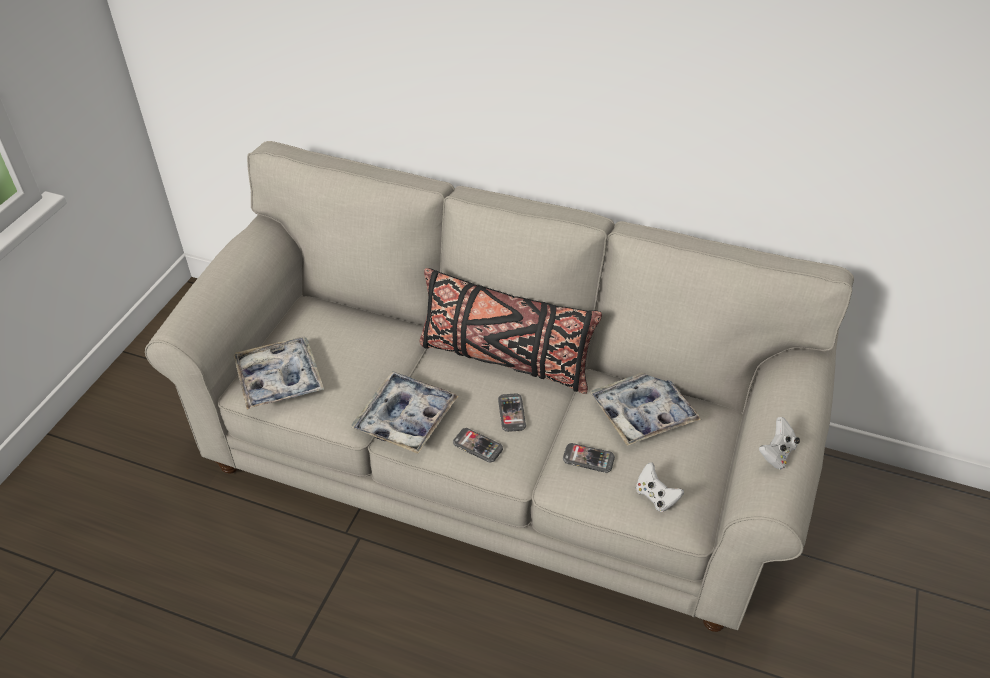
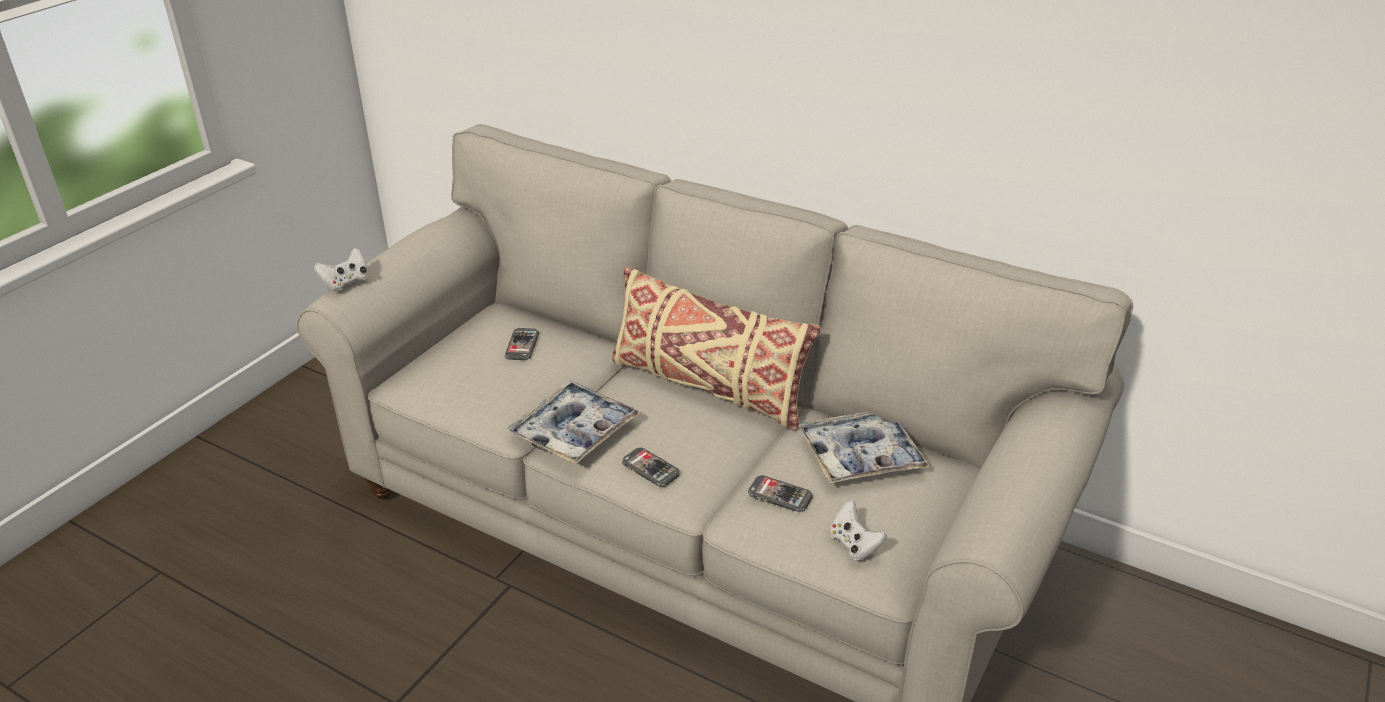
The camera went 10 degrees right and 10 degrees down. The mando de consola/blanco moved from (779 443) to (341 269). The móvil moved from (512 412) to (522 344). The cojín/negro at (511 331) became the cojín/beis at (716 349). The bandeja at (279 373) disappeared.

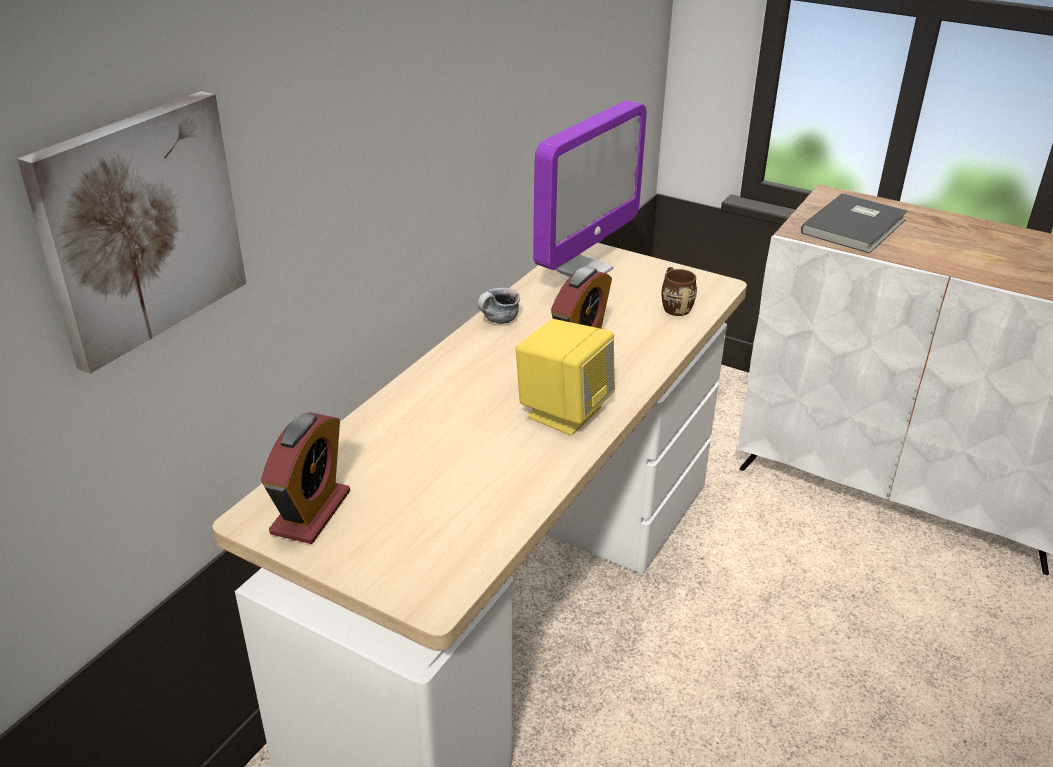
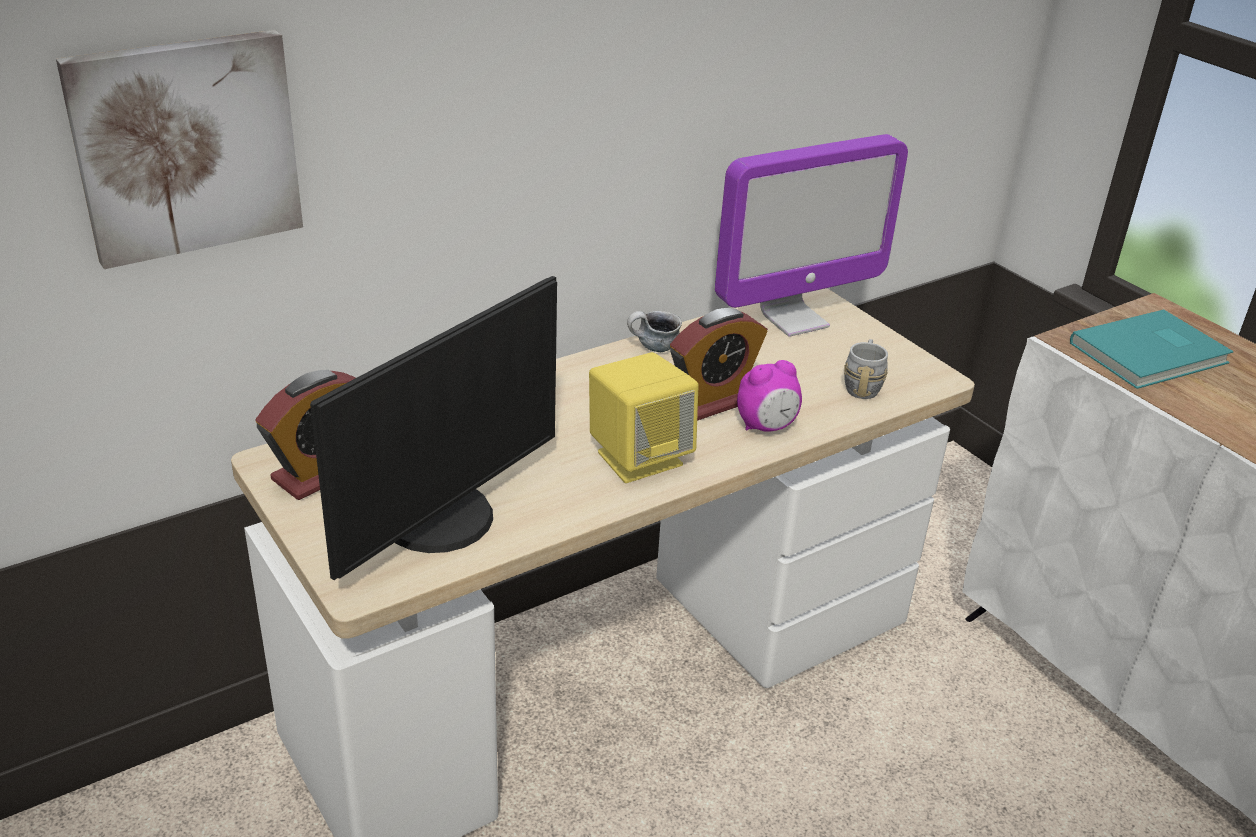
The camera went 25 degrees right and 0 degrees up. The monitor at (433 428) appeared. The despertador at (769 396) appeared. The taza grande/marrón at (679 291) became the taza grande/gris at (866 369). The libro/gris at (854 223) became the libro/turquesa at (1152 349).

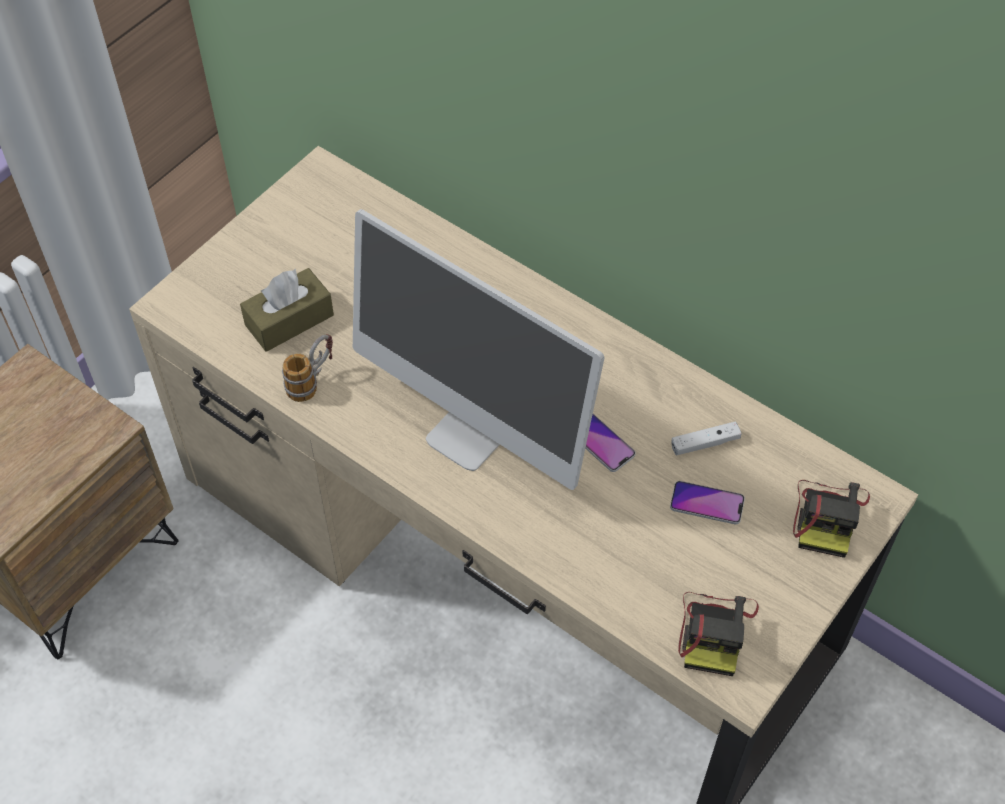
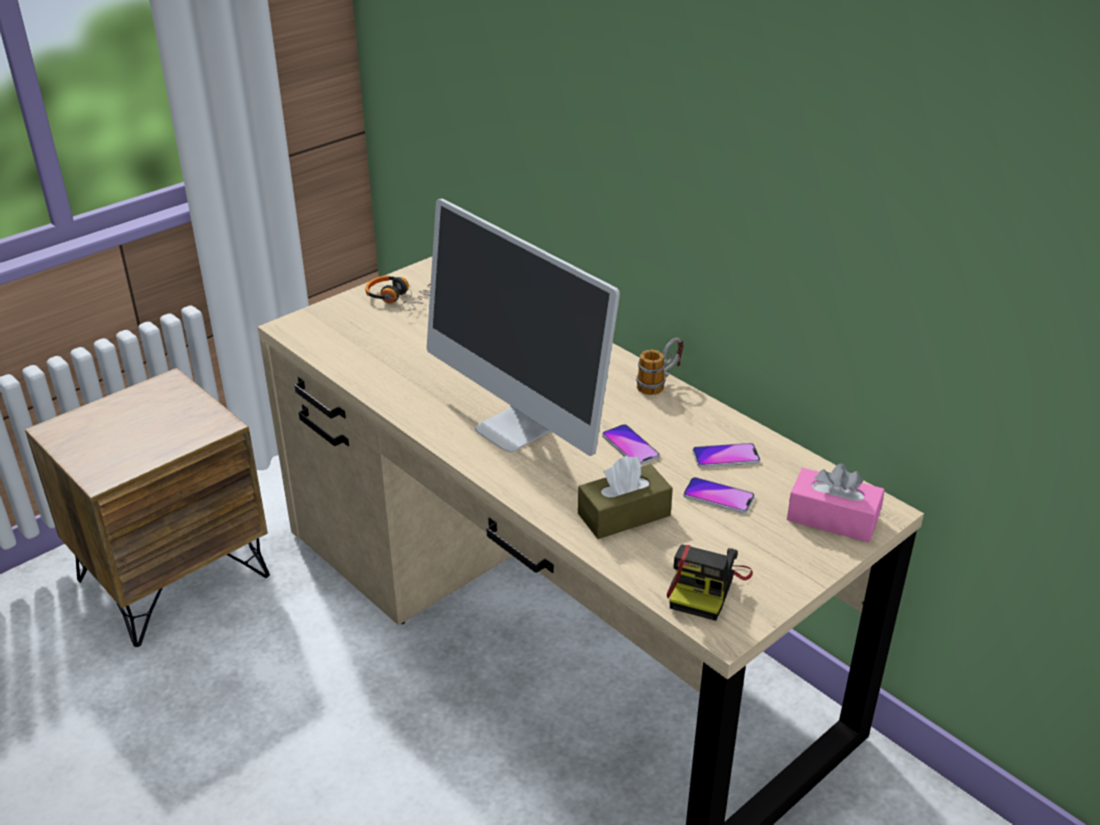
The camera went 10 degrees right and 20 degrees down. The auriculares at (398 293) appeared. The caja de pañuelos/marrón moved from (287 310) to (625 497). The taza grande moved from (307 368) to (660 366). The mando de consola/blanco at (706 438) was replaced by the móvil at (726 455). The cámara at (831 519) was replaced by the caja de pañuelos/rosa at (836 503).

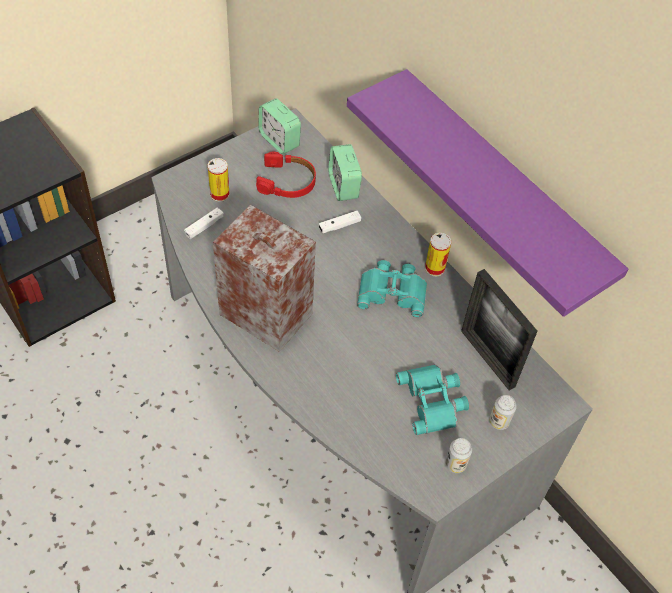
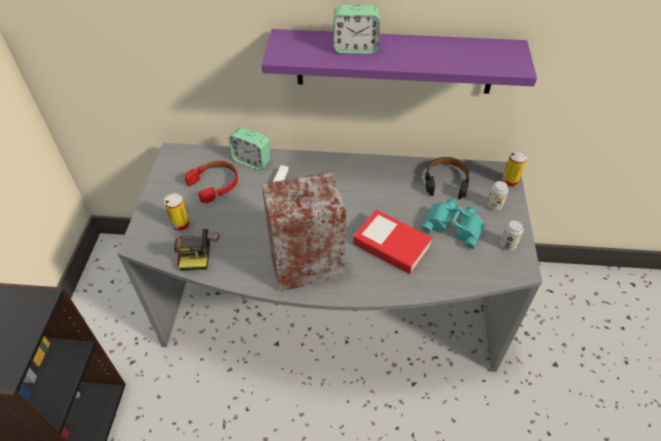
The camera went 45 degrees left and 5 degrees down. The mando de consola/blanco at (204 223) was replaced by the cámara at (197 250). The despertador moved from (280 126) to (356 29). The libro at (392 242) appeared. The portarretratos at (499 329) was replaced by the auriculares/negro at (447 178). The lata moved from (438 254) to (514 169). The prismáticos/turquesa at (392 288) disappeared.

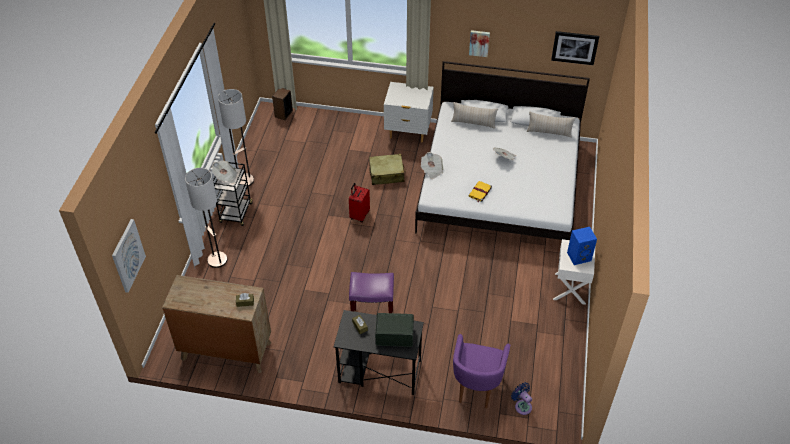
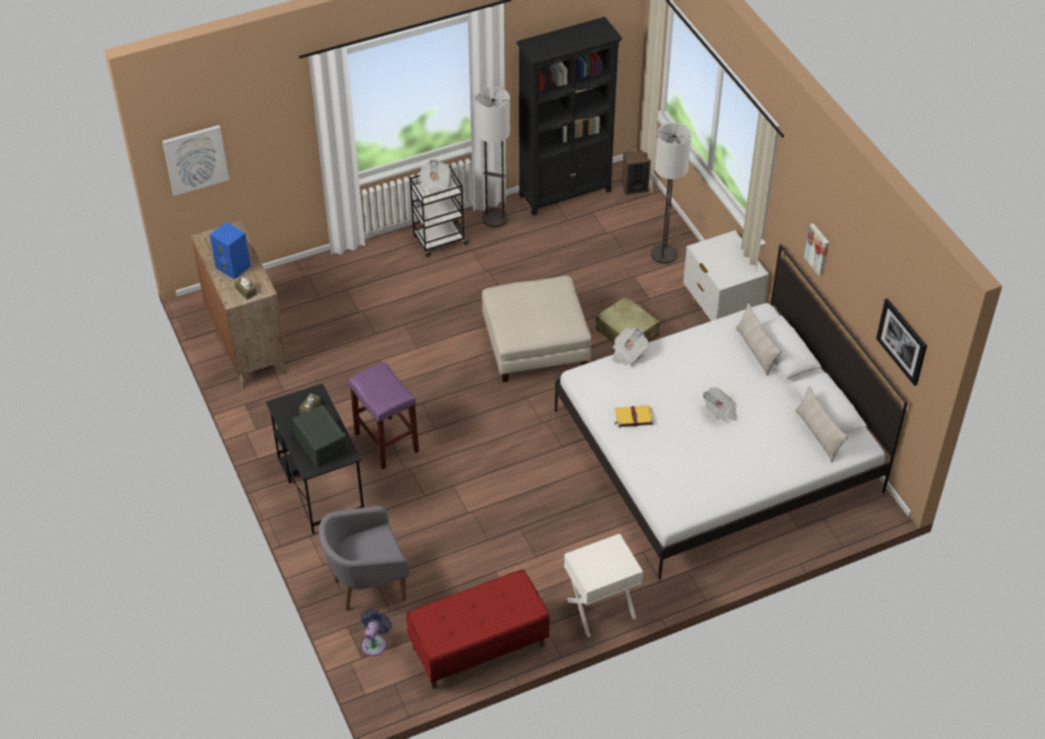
The camera went 55 degrees right and 0 degrees up. The altavoz/azul moved from (582 246) to (230 250). The sillón/morado at (481 371) became the sillón/gris at (364 558). The banco/rojo at (478 629) appeared. The maleta/rojo at (359 202) was replaced by the puf/beis at (536 329). The estantería/negro at (569 116) appeared. The lámpara de pie moved from (206 218) to (671 193).

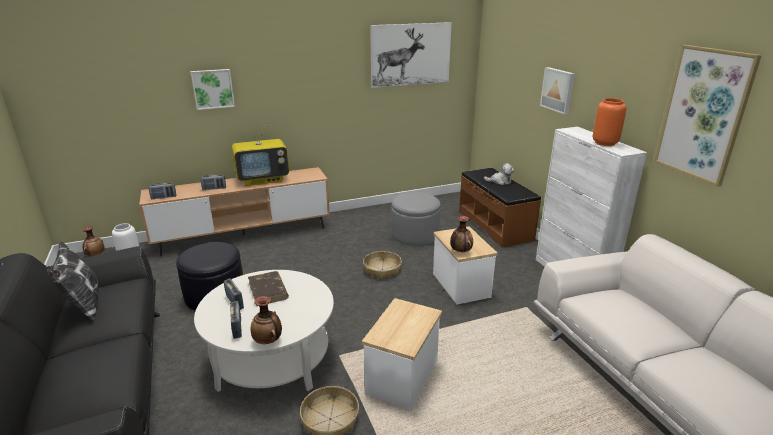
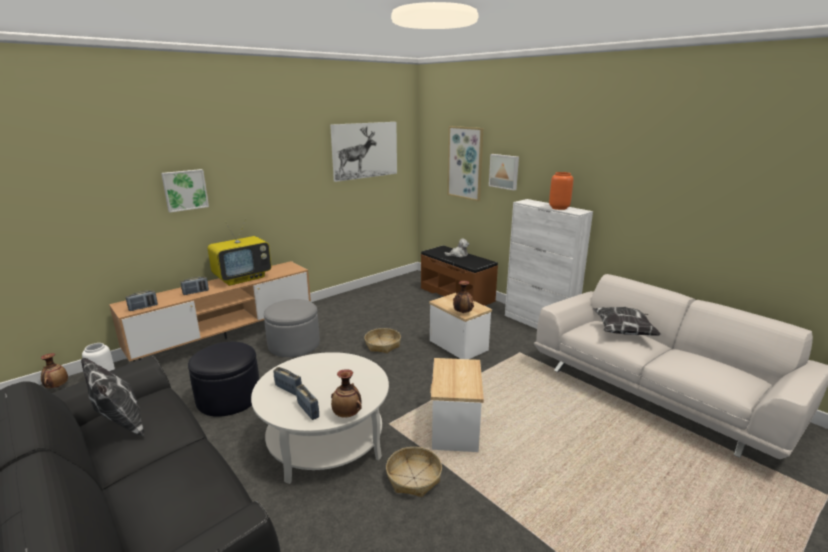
The camera went 20 degrees left and 5 degrees down. The puf/gris moved from (415 219) to (292 328). The cuadro moved from (708 116) to (465 163). The cojín at (627 321) appeared. The libro/marrón at (268 288) disappeared.

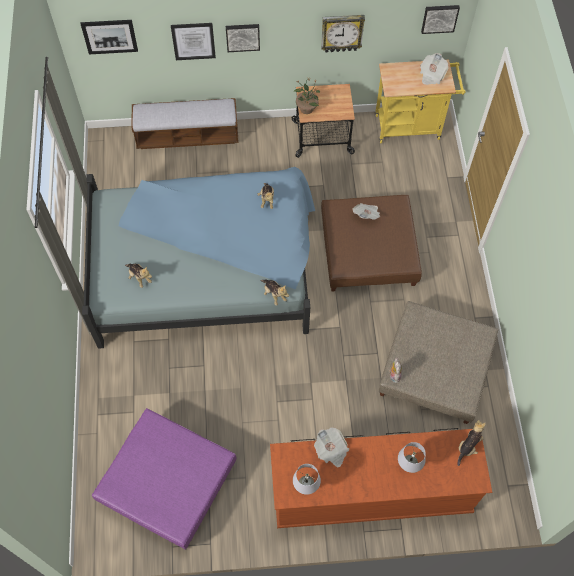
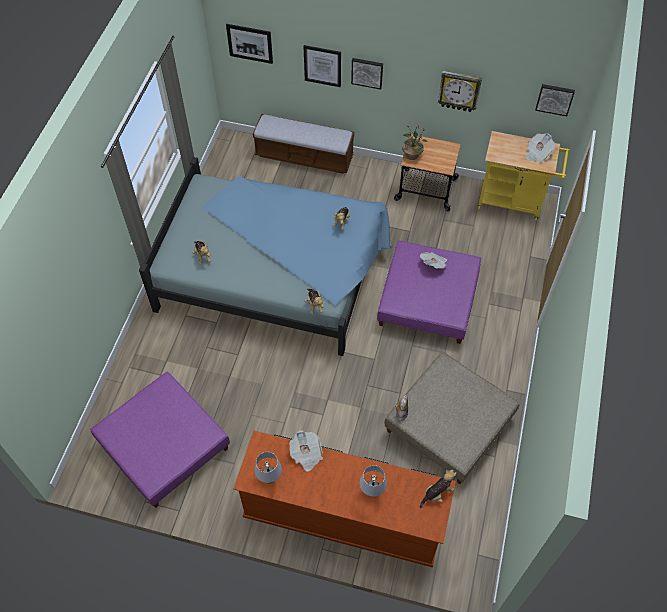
The camera went 20 degrees right and 5 degrees down. The puf/marrón at (371 243) became the puf/morado at (429 292).

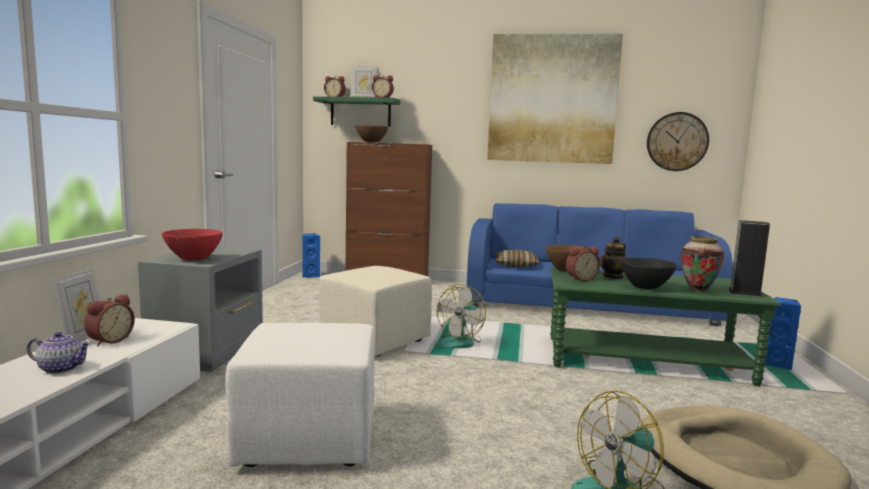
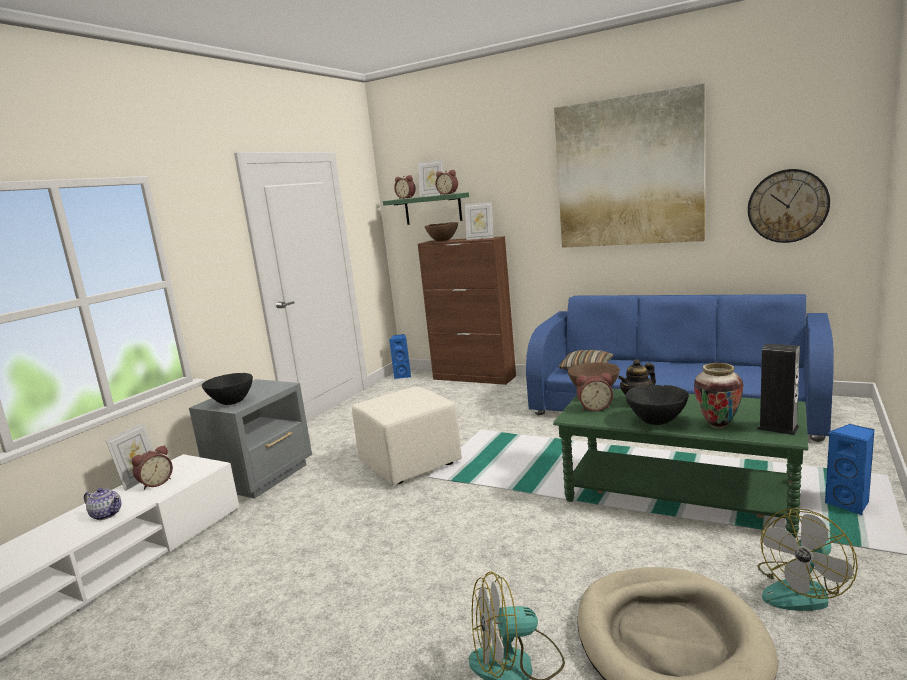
The camera went 20 degrees right and 5 degrees up. The cuenco/rojo at (192 245) became the cuenco/negro at (227 389). The portarretratos at (479 221) appeared. The ventilador moved from (461 316) to (807 559). The puf/blanco at (300 395) disappeared.

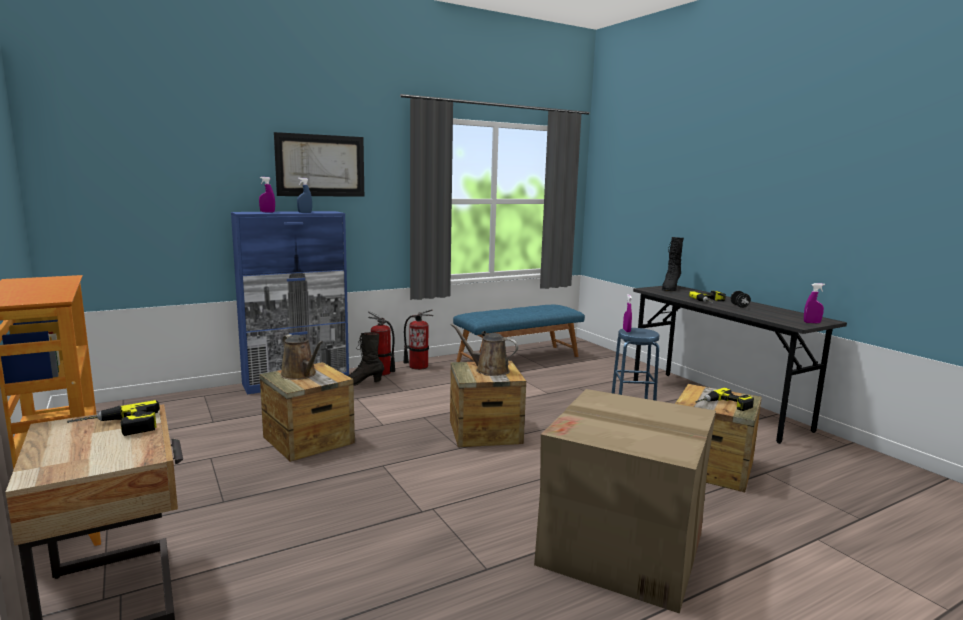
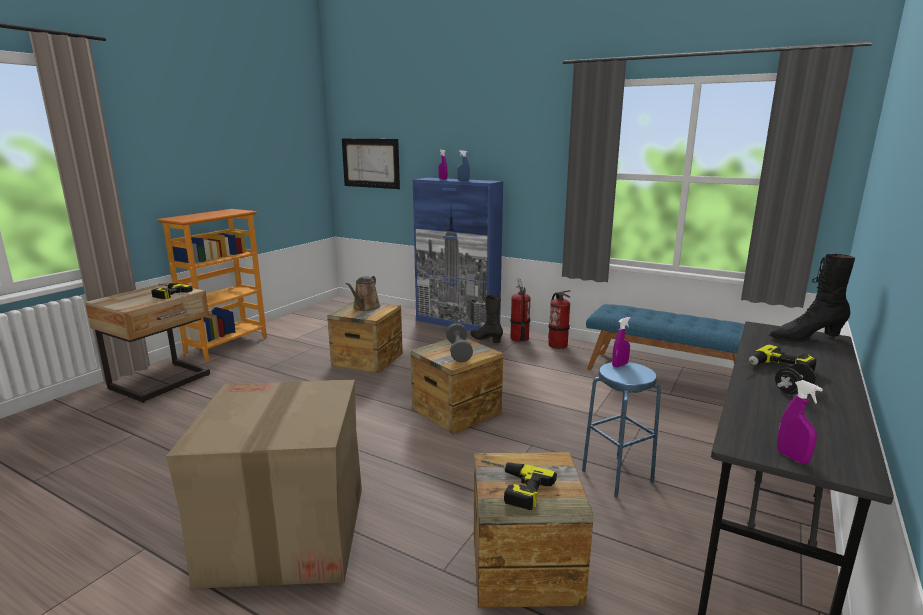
The camera went 60 degrees right and 5 degrees up. The cuadro moved from (319 164) to (371 164). The regadera/marrón at (485 350) was replaced by the mancuerna/gris at (459 342).

